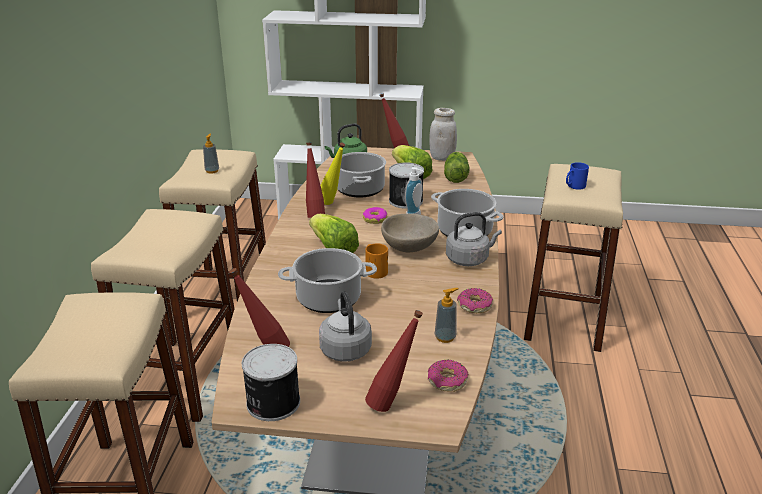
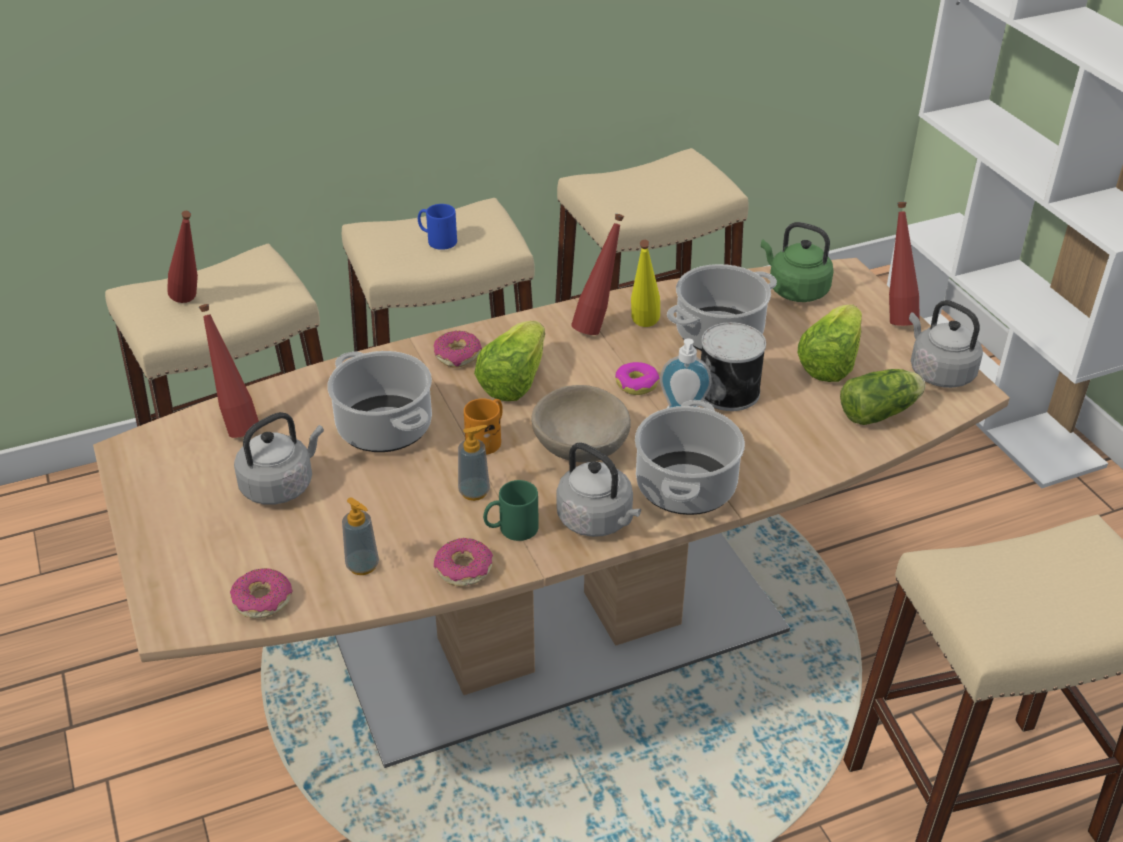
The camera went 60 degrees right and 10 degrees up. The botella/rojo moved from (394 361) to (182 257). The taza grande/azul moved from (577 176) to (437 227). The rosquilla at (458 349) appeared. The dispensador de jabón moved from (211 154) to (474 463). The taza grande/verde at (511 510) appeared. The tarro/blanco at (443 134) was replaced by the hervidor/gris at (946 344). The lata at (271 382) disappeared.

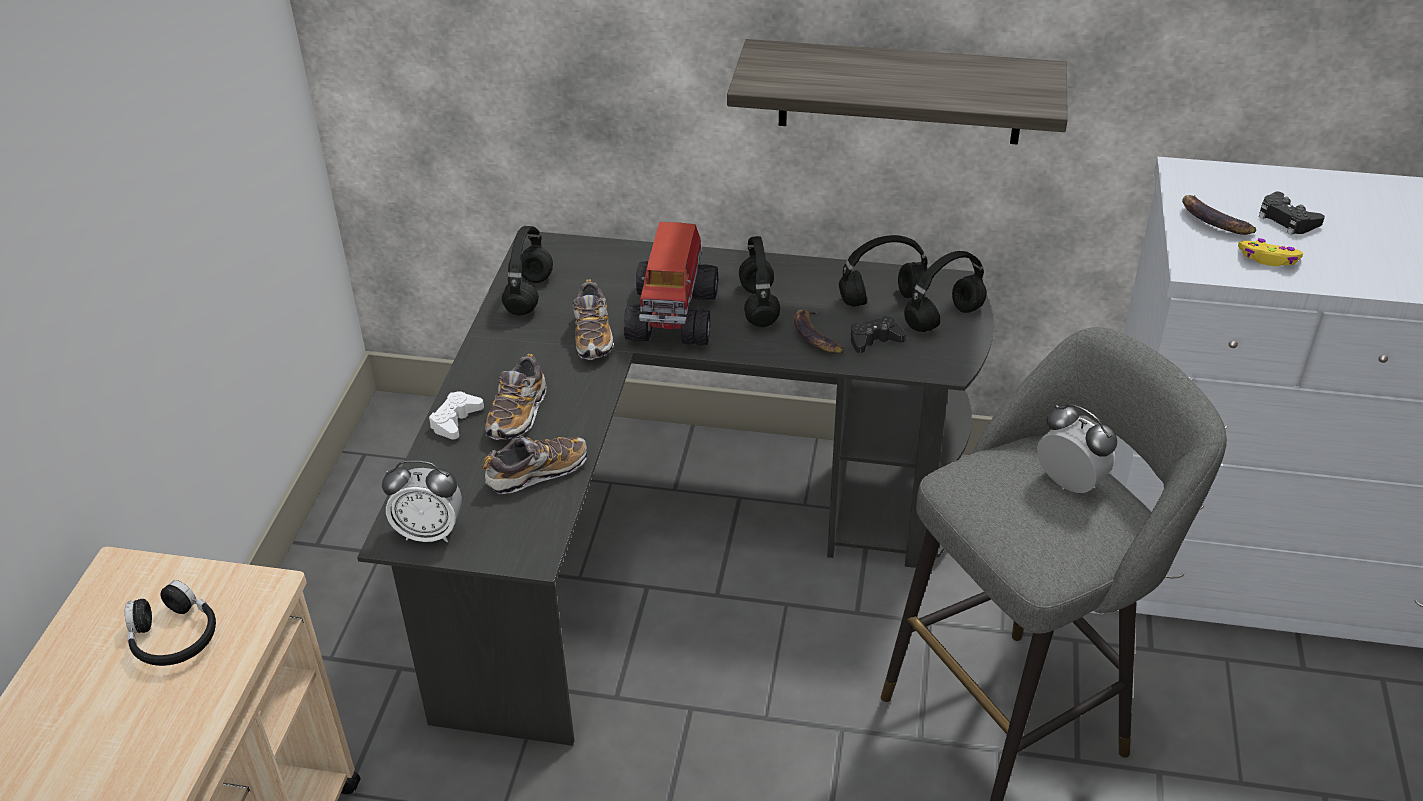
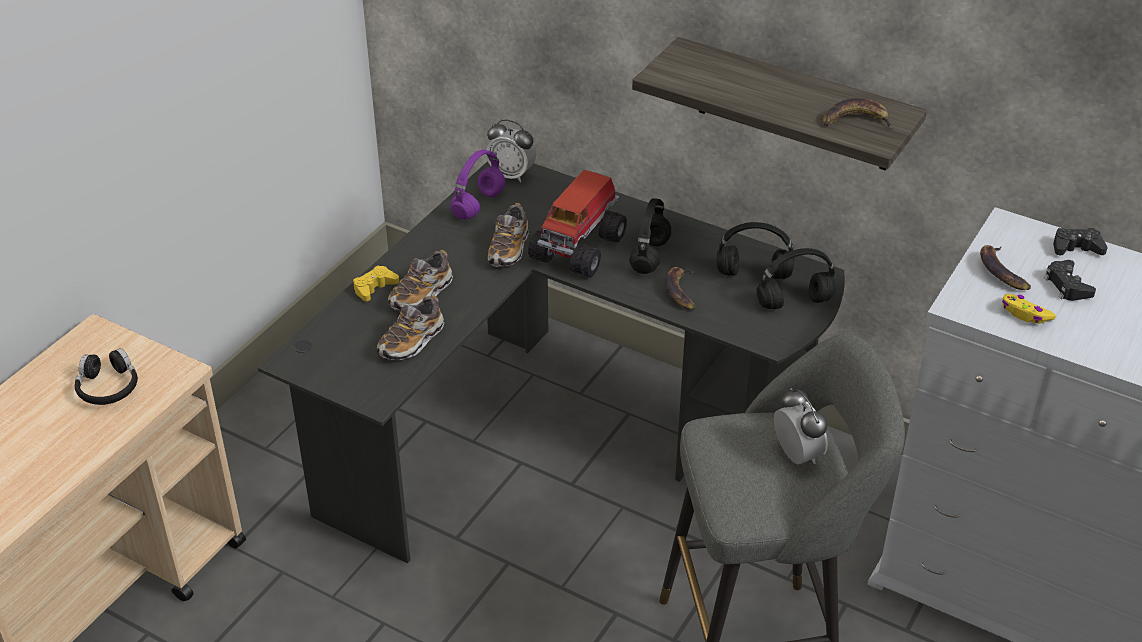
The camera went 20 degrees right and 0 degrees up. The mando de consola/blanco at (456 415) became the mando de consola/amarillo at (376 283). The zapato at (534 465) turned 135 degrees clockwise. The auriculares/negro at (527 270) became the auriculares/morado at (477 184). The despertador moved from (422 501) to (511 150). The plátano at (858 113) appeared. The mando de consola/negro moved from (878 334) to (1080 241).

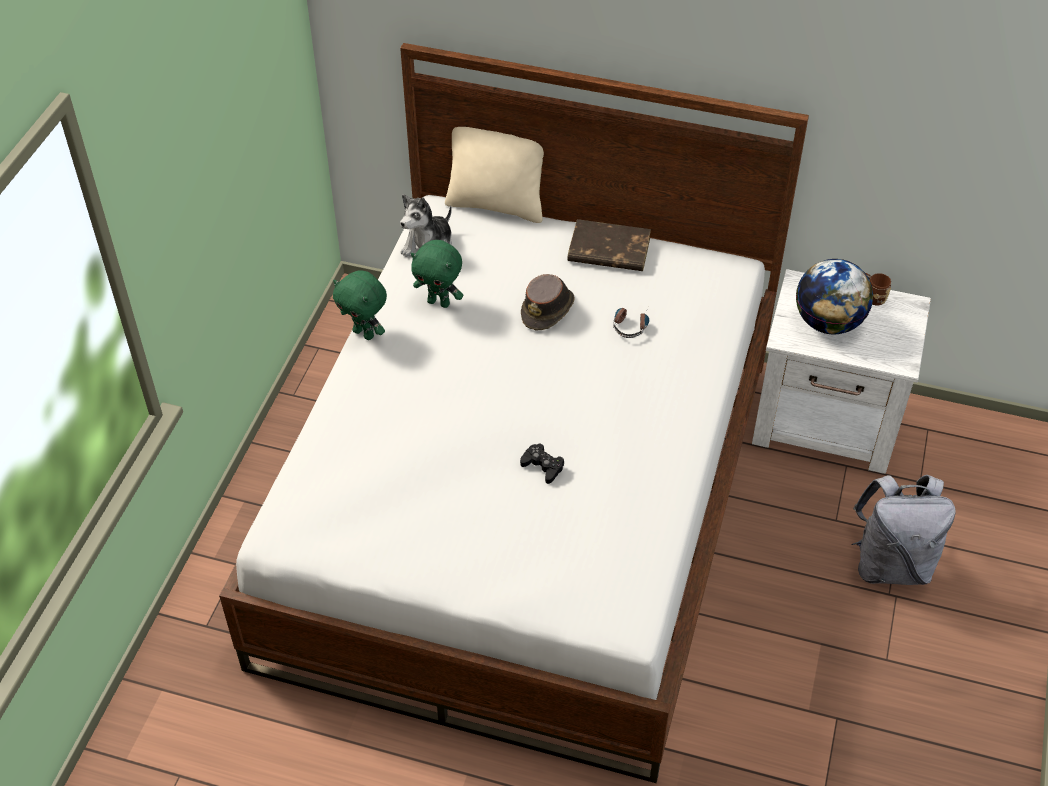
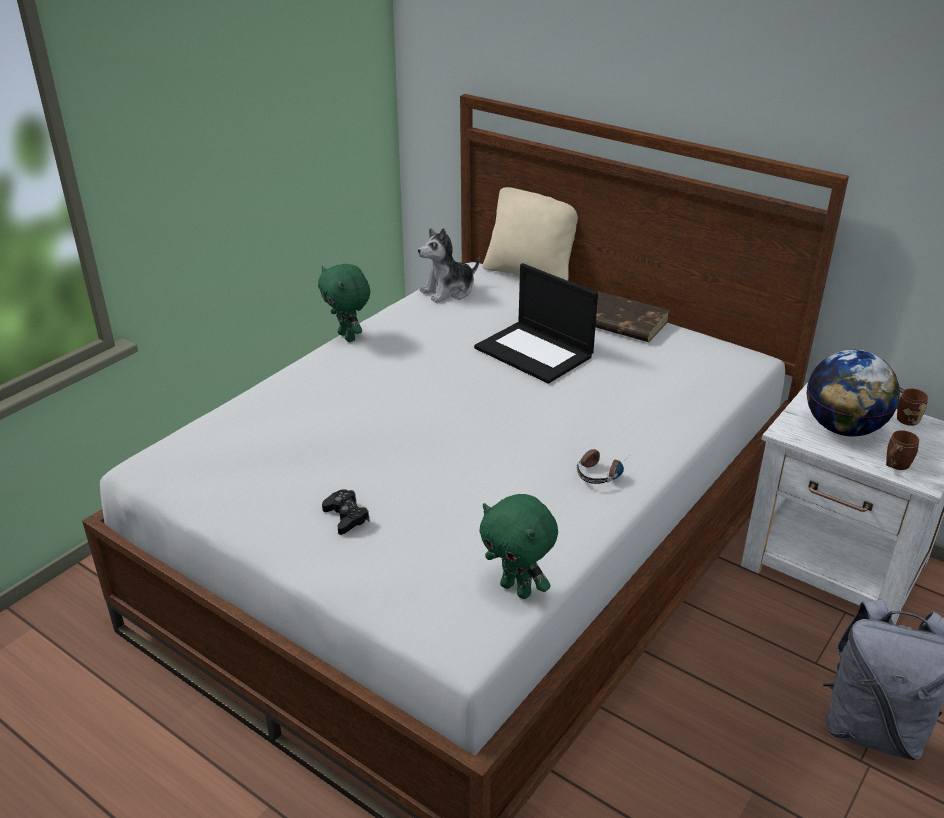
The camera went 20 degrees right and 15 degrees down. The mando de consola/negro moved from (542 463) to (346 512). The sombrero/marrón at (548 302) was replaced by the portátil at (536 323). The peluche/verde moved from (437 274) to (518 546). The auriculares moved from (631 323) to (600 466). The taza grande/marrón at (902 450) appeared.

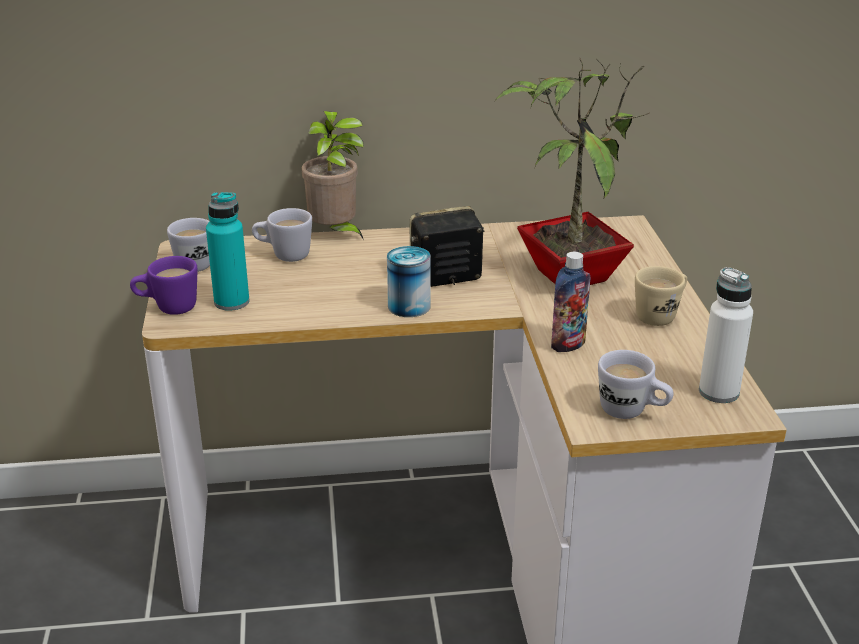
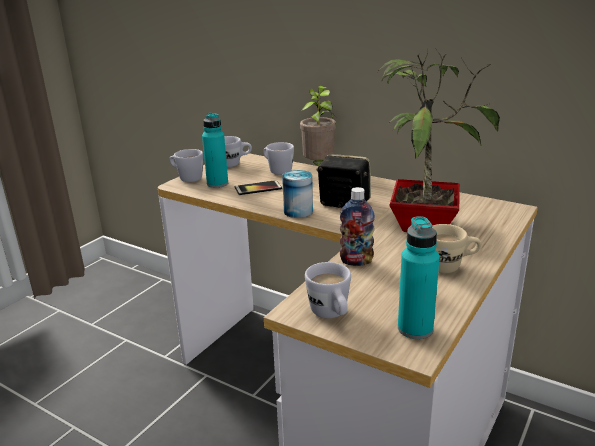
The camera went 40 degrees right and 5 degrees down. The taza grande/morado at (163 285) became the taza grande/blanco at (186 165). The móvil at (258 187) appeared. The botella/blanco at (726 335) became the botella/turquesa at (419 277).

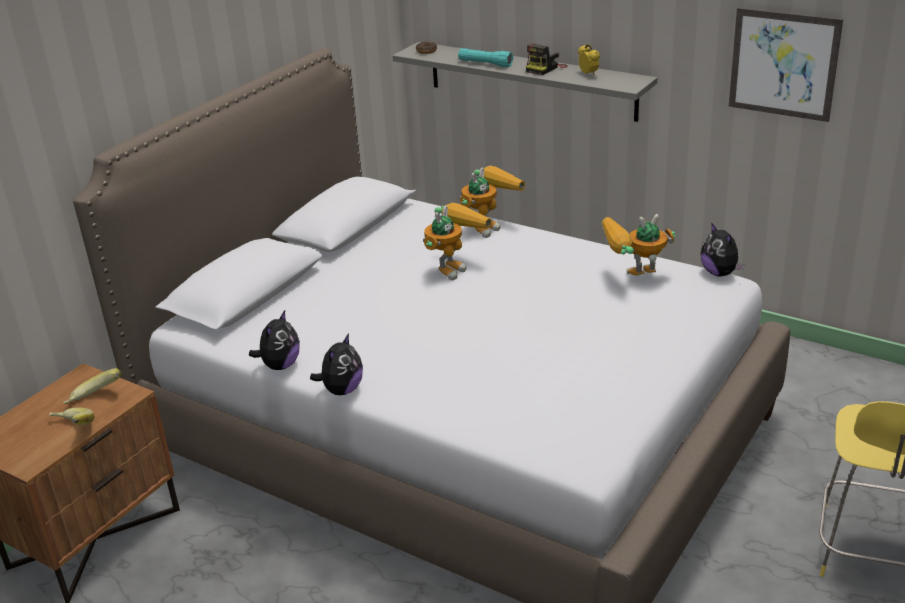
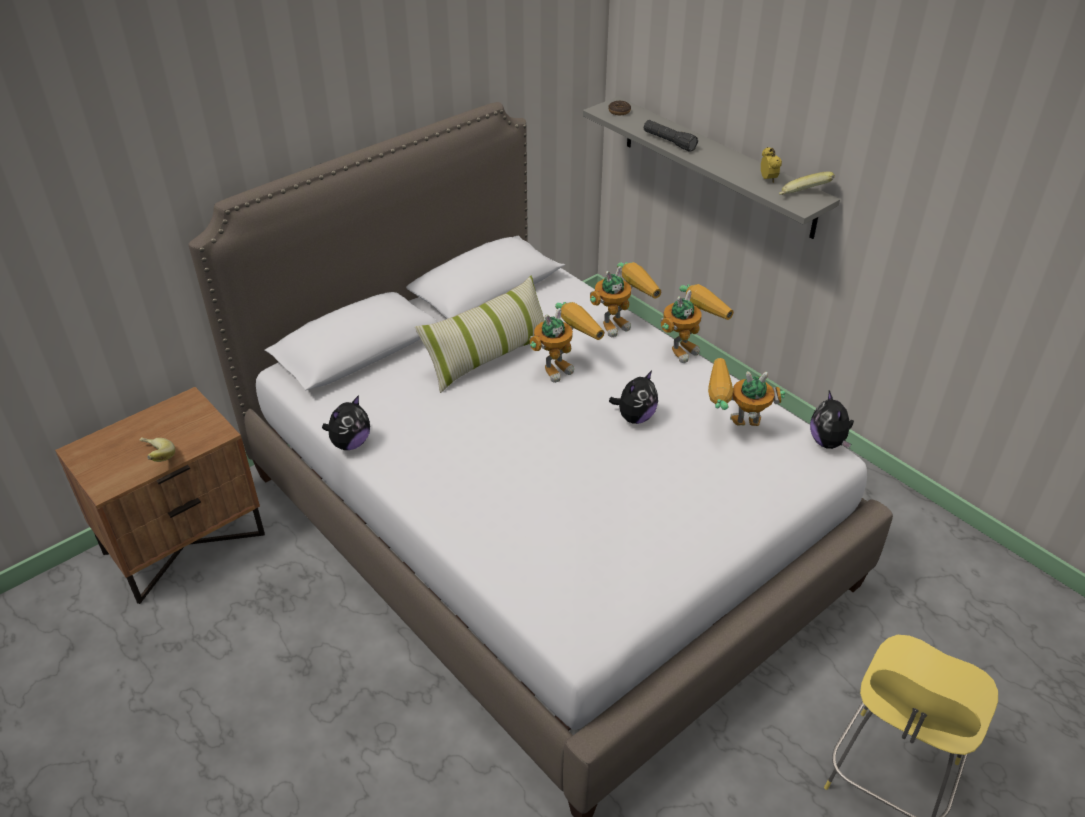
The camera went 15 degrees right and 10 degrees up. The cojín at (480 334) appeared. The peluche moved from (336 364) to (633 397). The linterna/turquesa at (485 57) became the linterna/negro at (671 135). The robot de juguete at (697 323) appeared. The plátano moved from (92 386) to (807 183). The cámara at (547 59) disappeared. The cuadro at (786 65) disappeared.

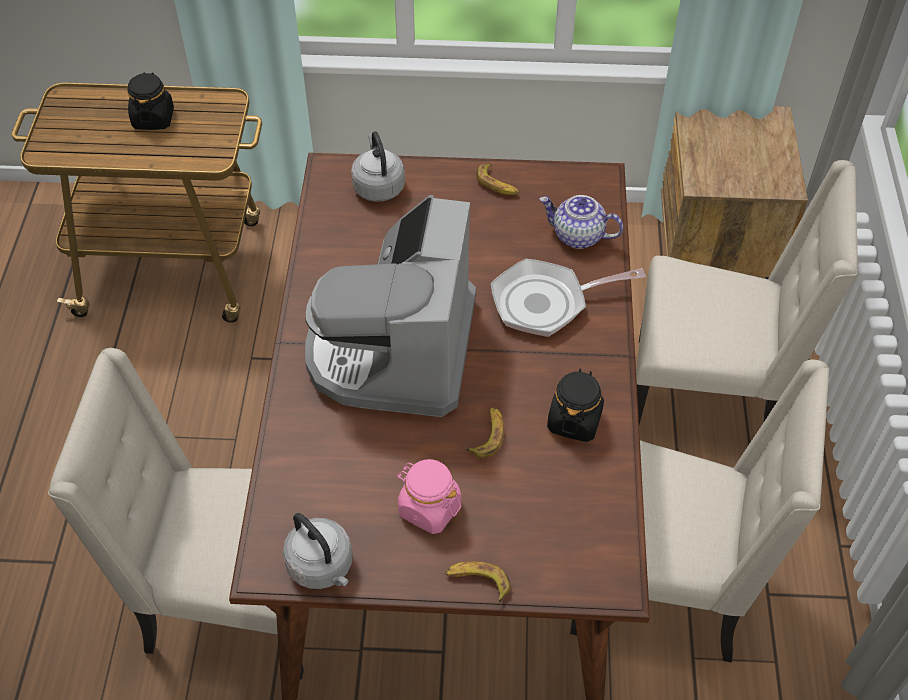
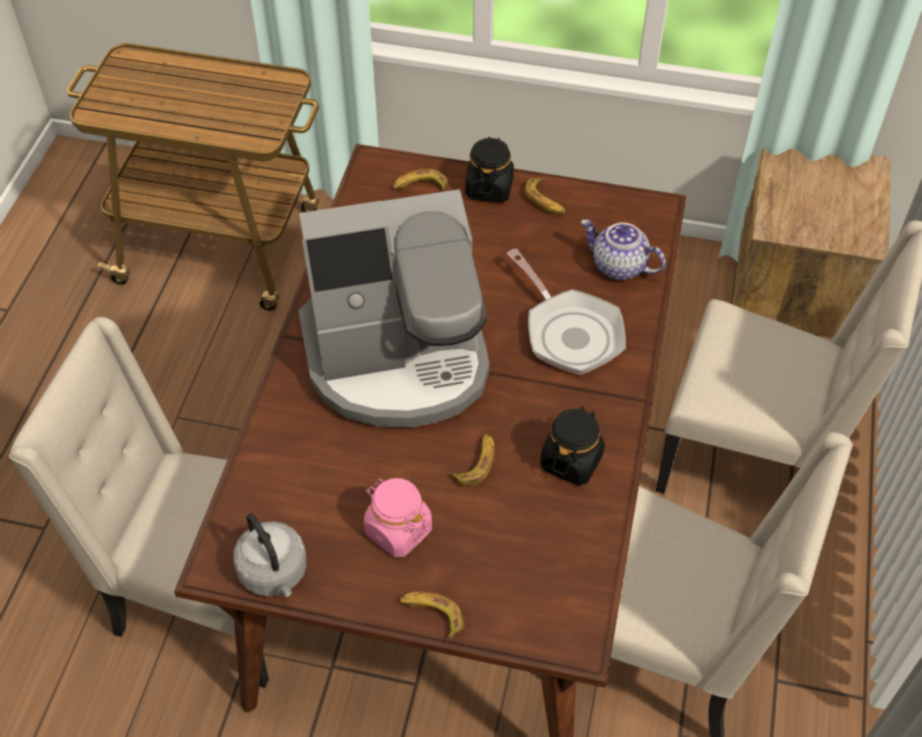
The camera went 10 degrees right and 0 degrees up. The cafetera at (390 306) turned 120 degrees counterclockwise. The hervidor/gris at (378 166) was replaced by the plátano at (420 180). The tarro/negro moved from (151 101) to (489 169). The sartén at (568 298) turned 120 degrees counterclockwise.

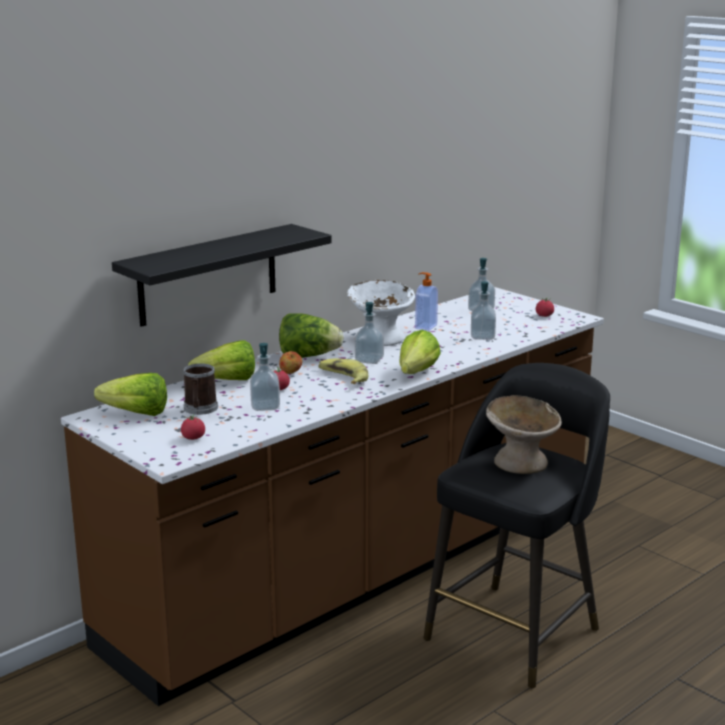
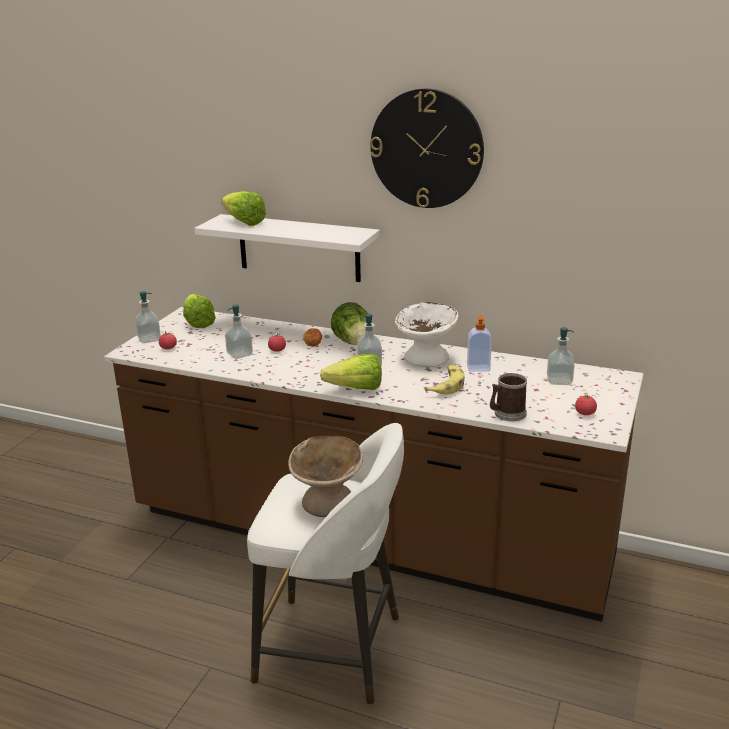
The camera went 65 degrees right and 5 degrees up. The dispensador de jabón moved from (483 310) to (148 317). The estante/negro at (222 275) became the estante/blanco at (287 248). The lechuga moved from (221 360) to (243 208). The taburete/negro at (517 525) became the taburete/blanco at (325 564). The reloj de pared at (427 148) appeared. The plátano moved from (343 371) to (444 380). The taza grande moved from (200 389) to (508 397).

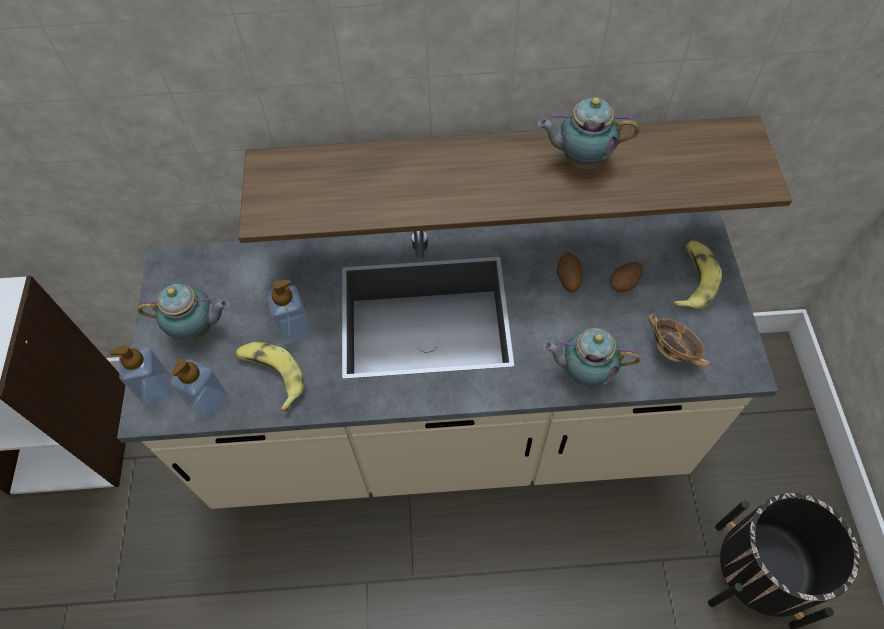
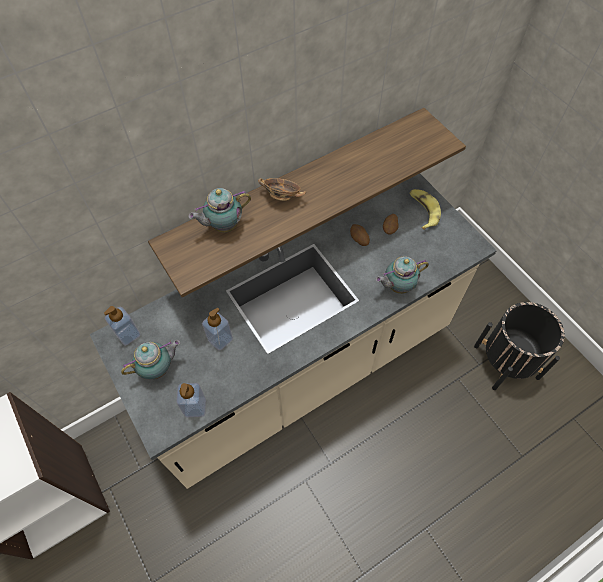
The camera went 30 degrees left and 0 degrees up. The dispensador de jabón moved from (141 374) to (122 326). The tetera moved from (588 133) to (219 210). The cuenco moved from (679 340) to (282 189). The plátano at (270 376) disappeared.

